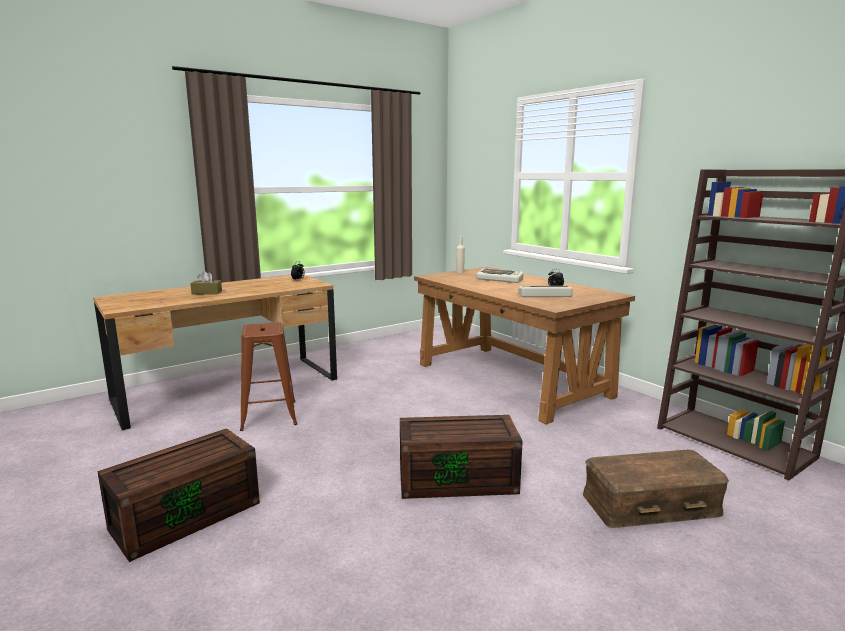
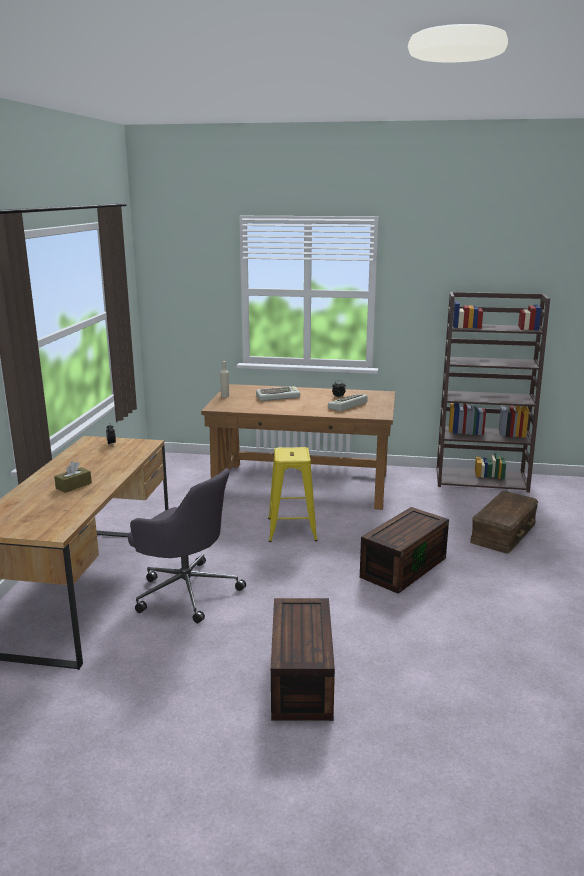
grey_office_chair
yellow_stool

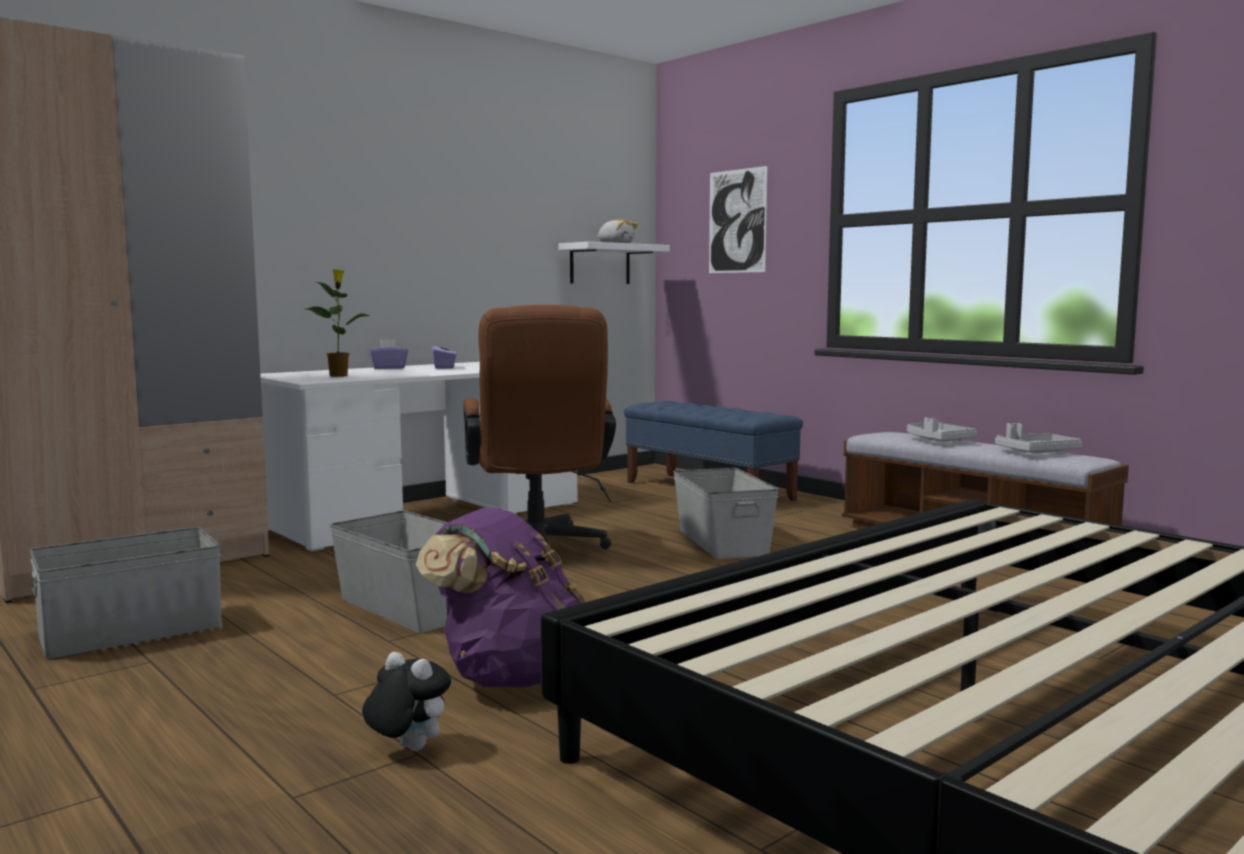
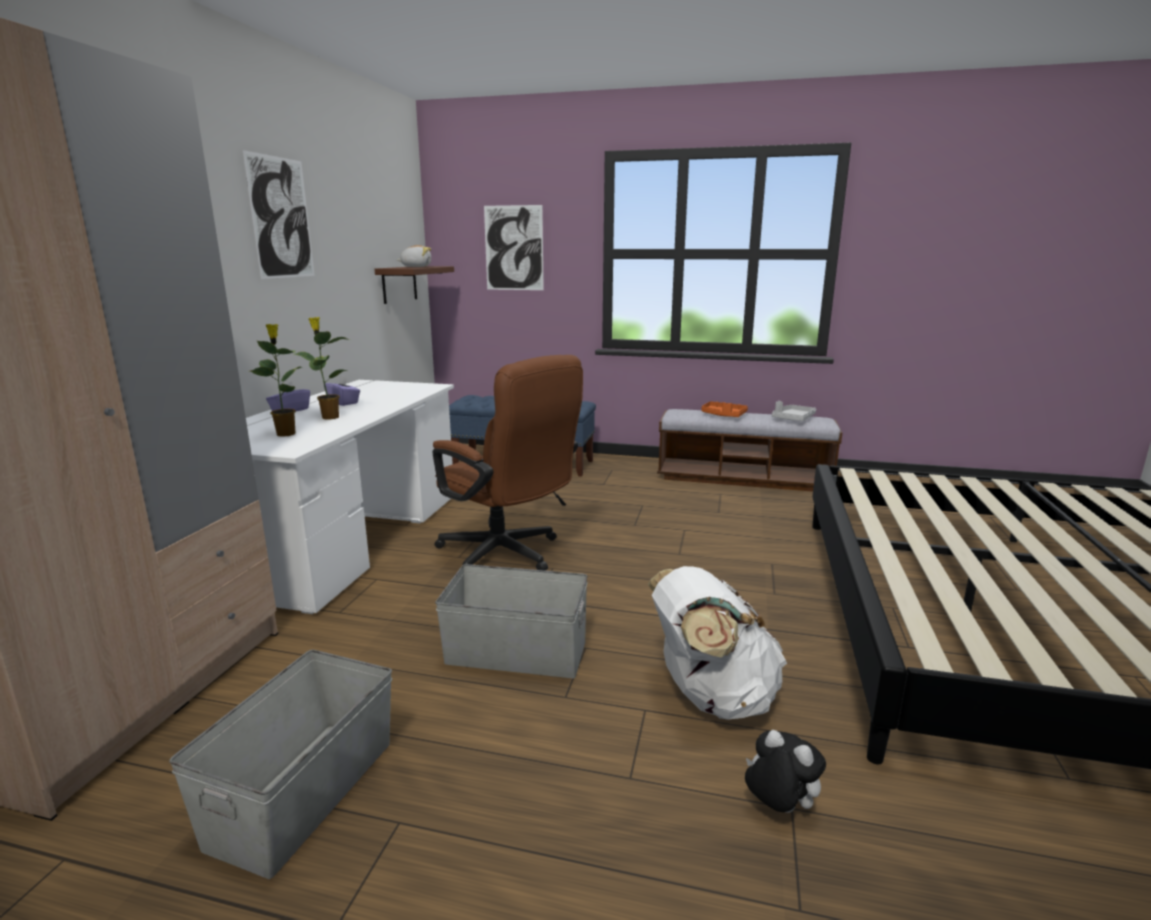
brown_shelf
orange_tray
grey_storage_box (3rd from left in the first image)
white_backpack
plush_toy (2nd from left)
picture (1st from left)
potted_plant (2nd from left)

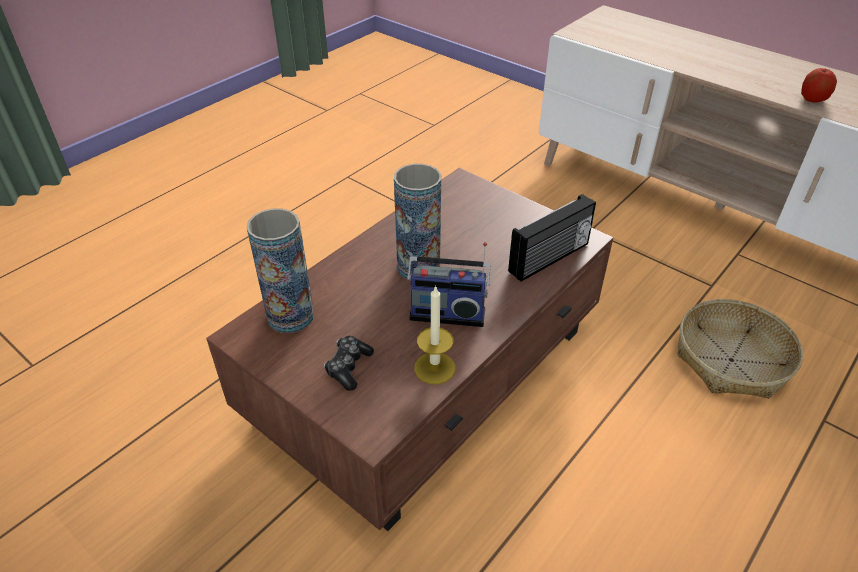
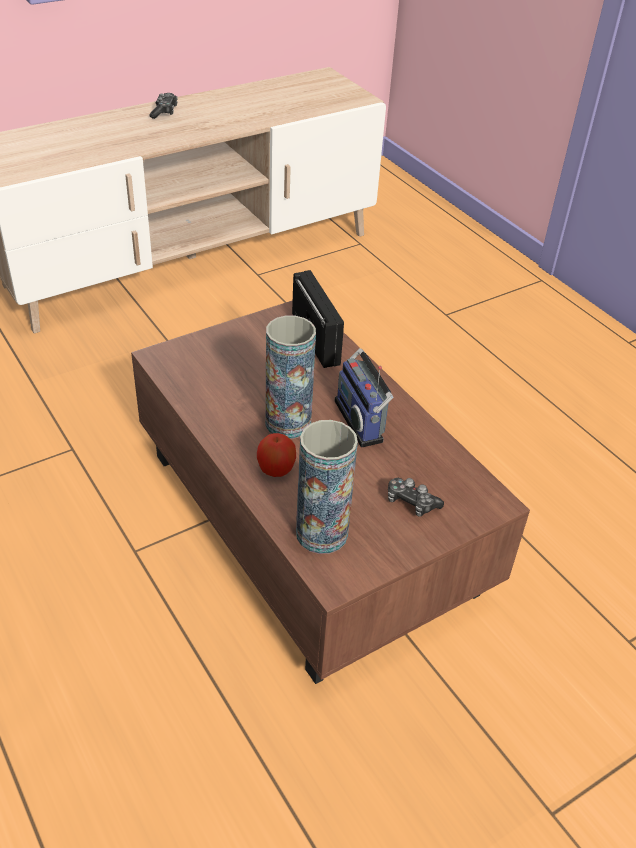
apple
radio (2nd from left)
candle
basket
game_controller (1st from left)

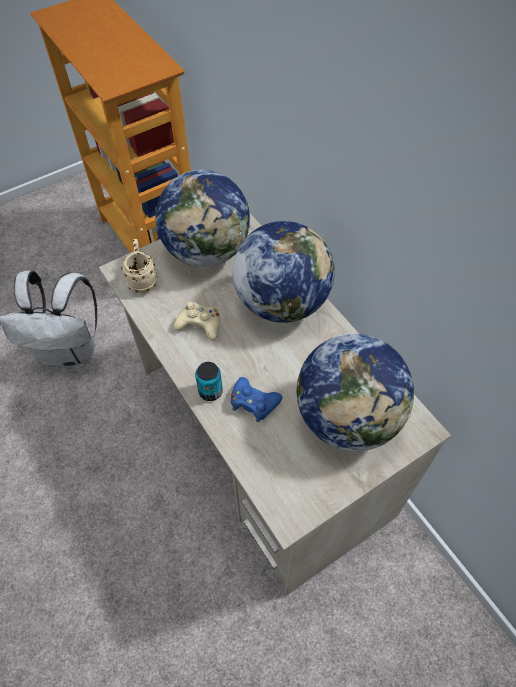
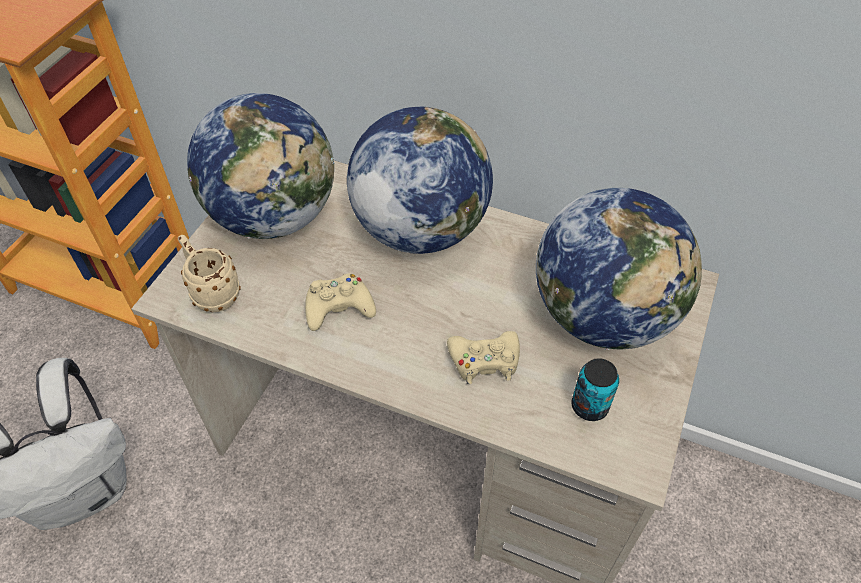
can
beige_game_controller (2nd from left)

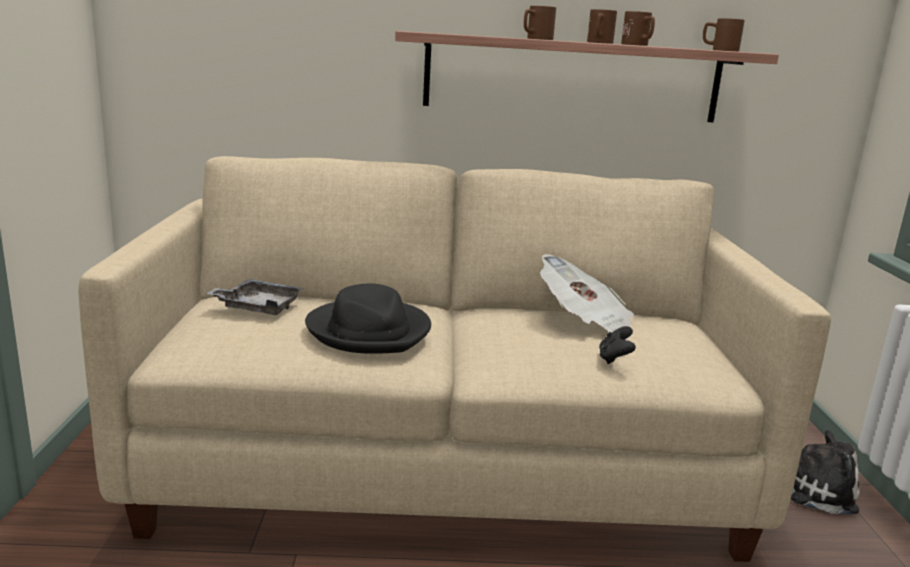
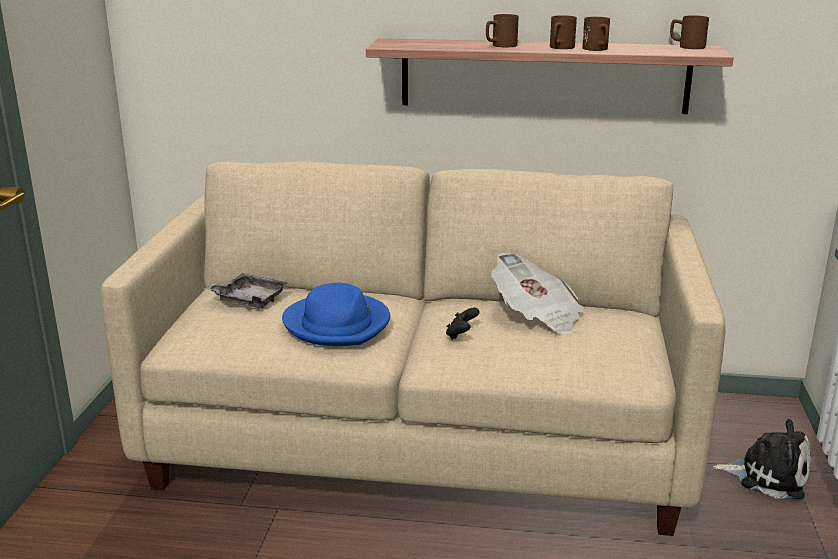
blue_hat
black_game_controller

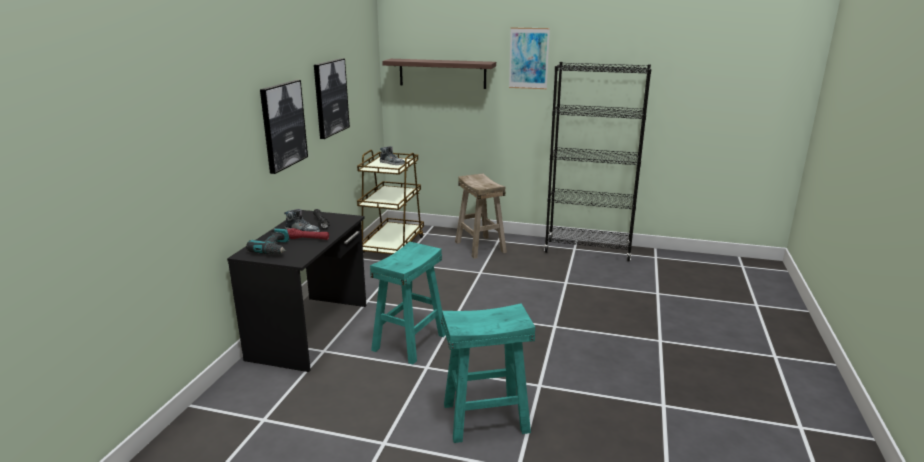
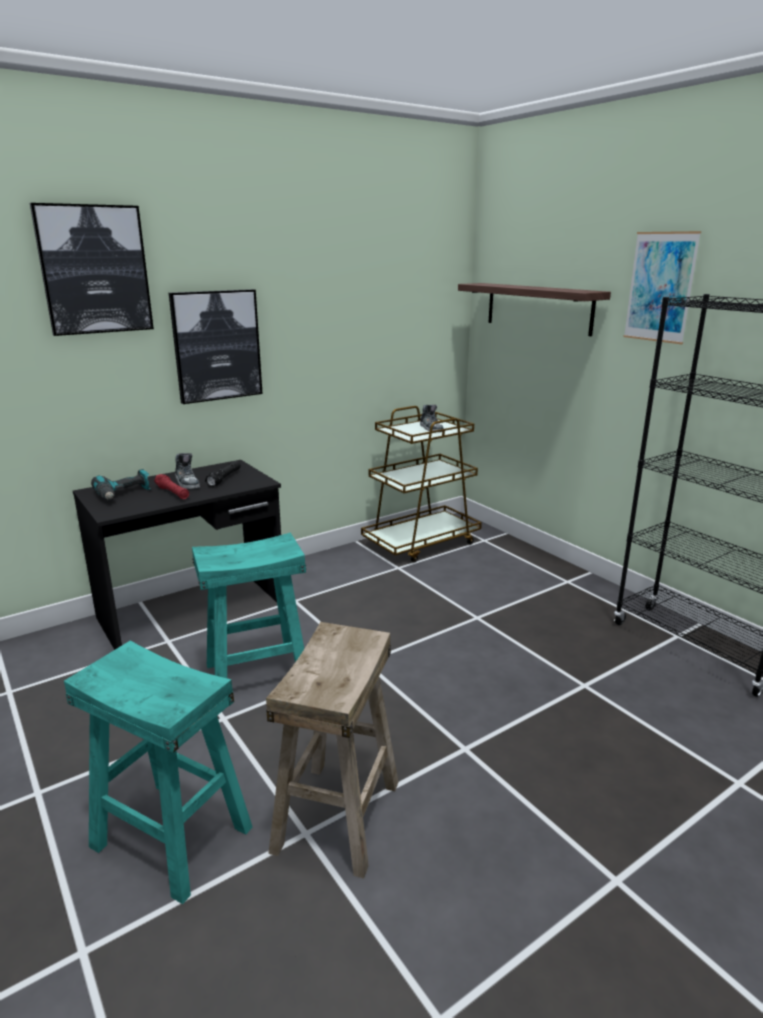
picture (1st from left)
beige_stool

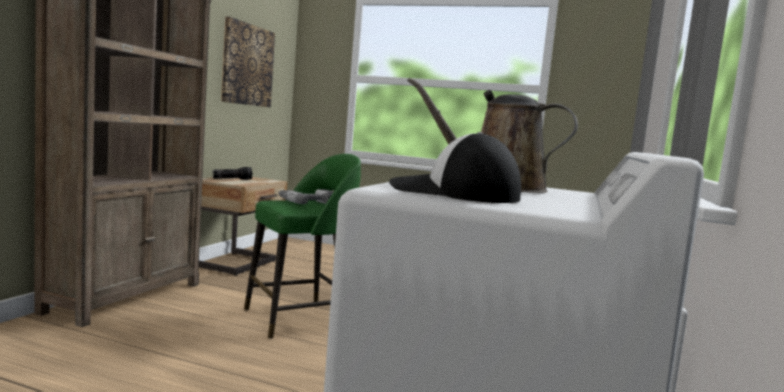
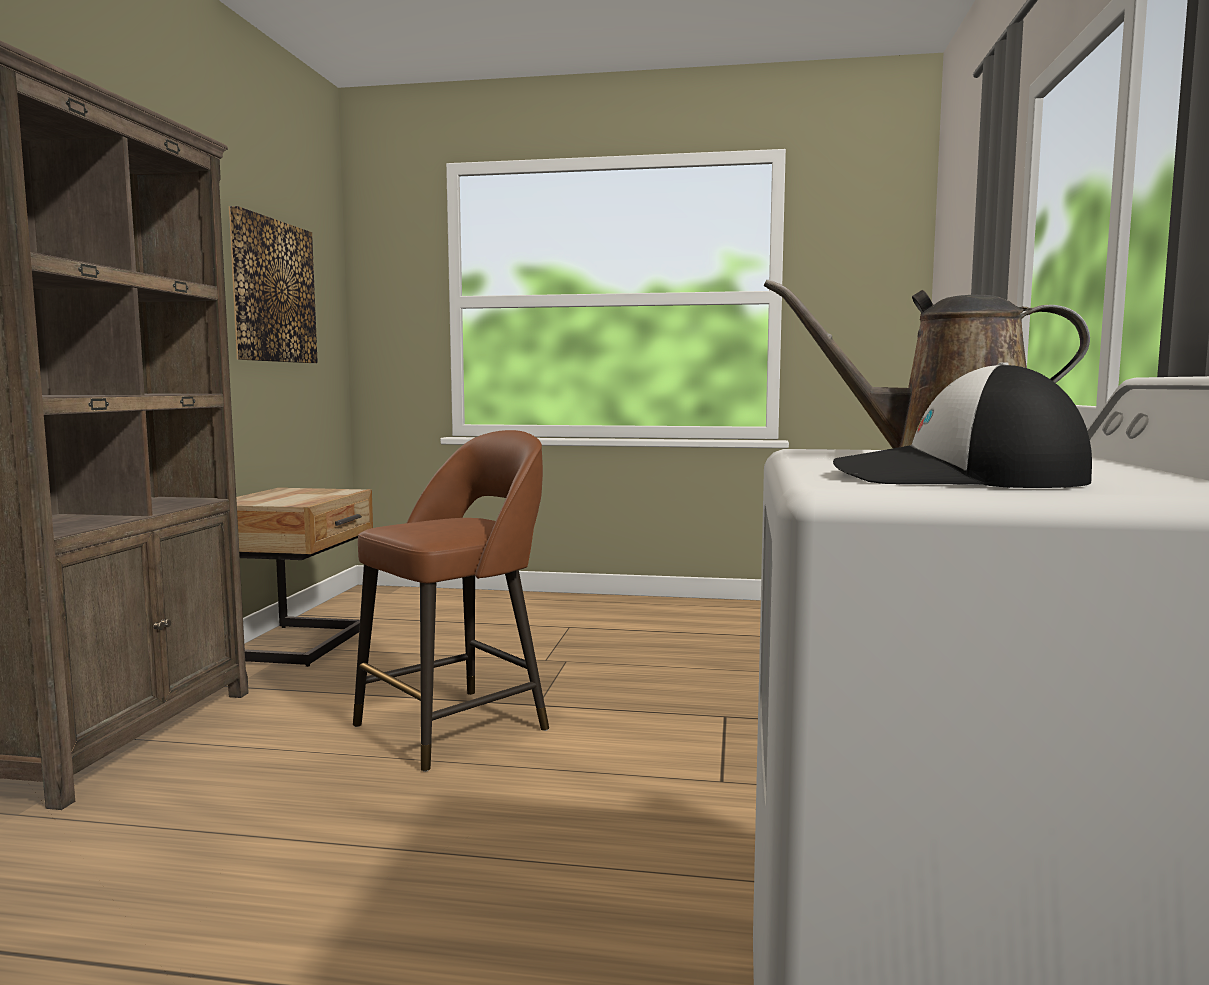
brown_stool
flashlight
power_drill

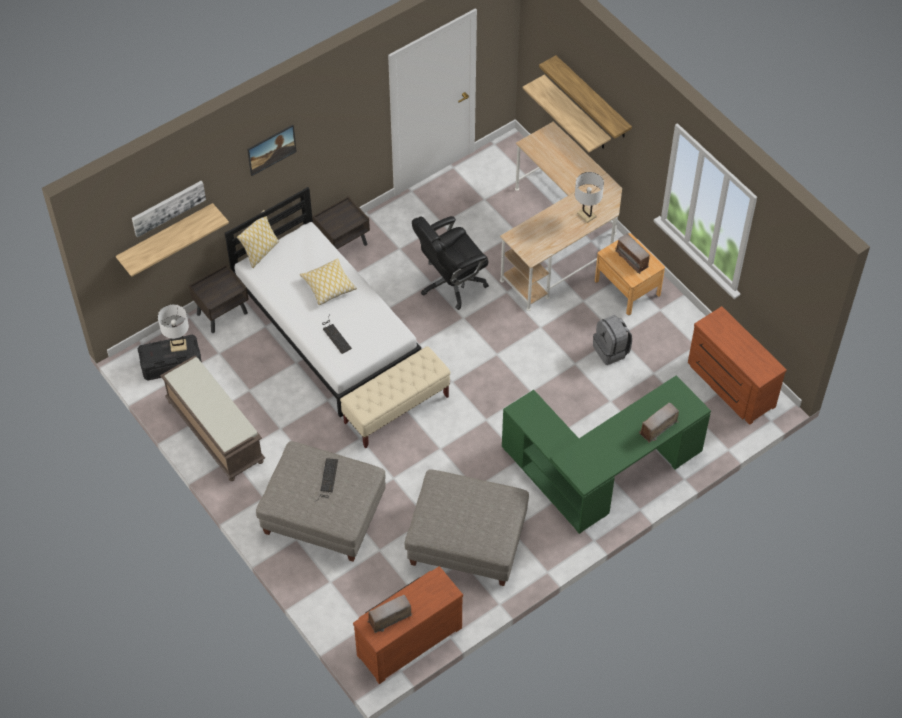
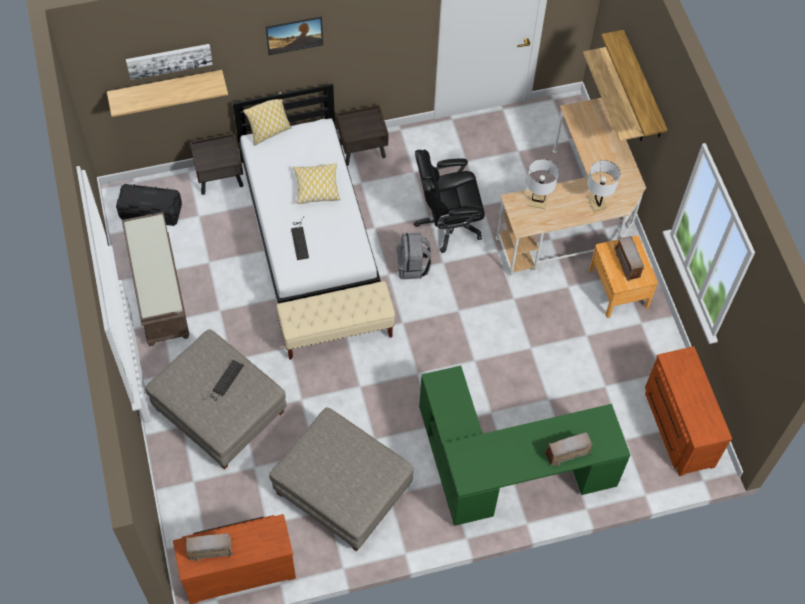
white_table_lamp (1st from left)
grey_backpack

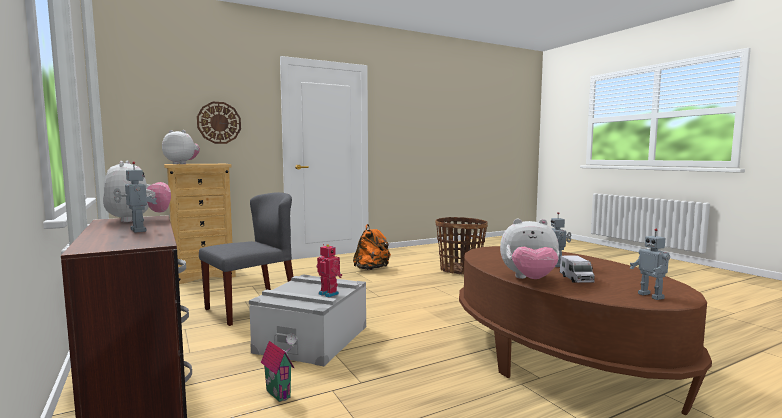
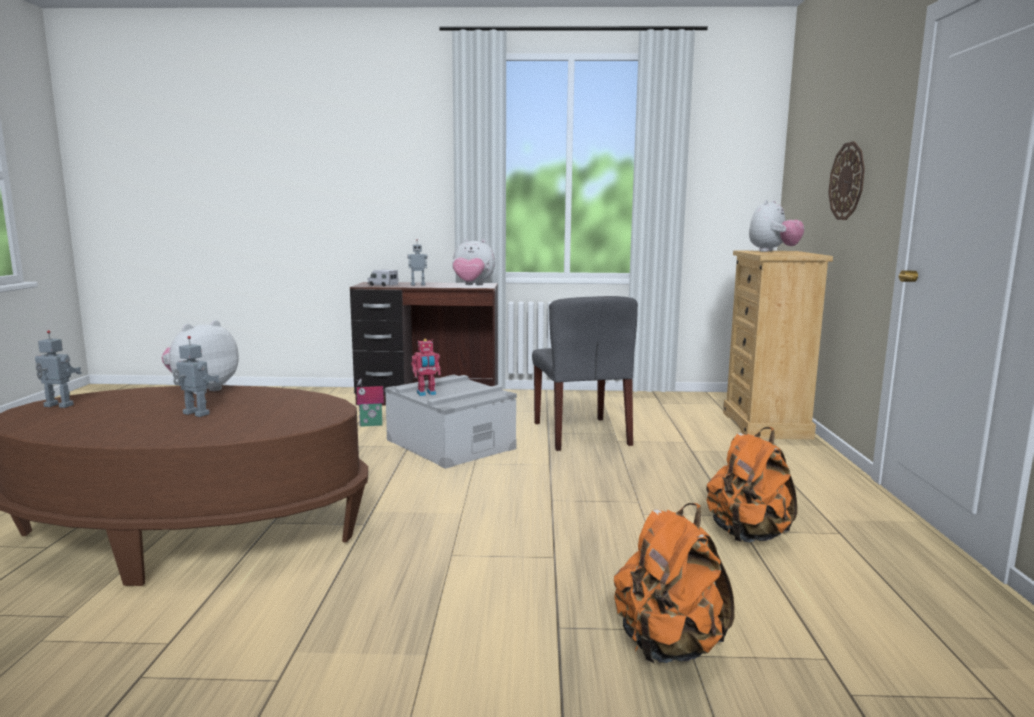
orange_backpack (1st from left)
toy_truck

